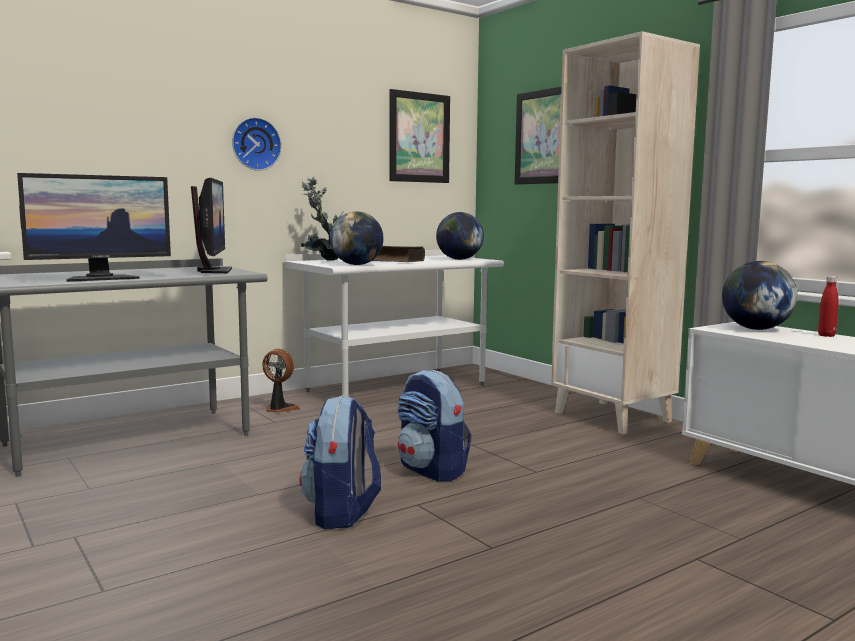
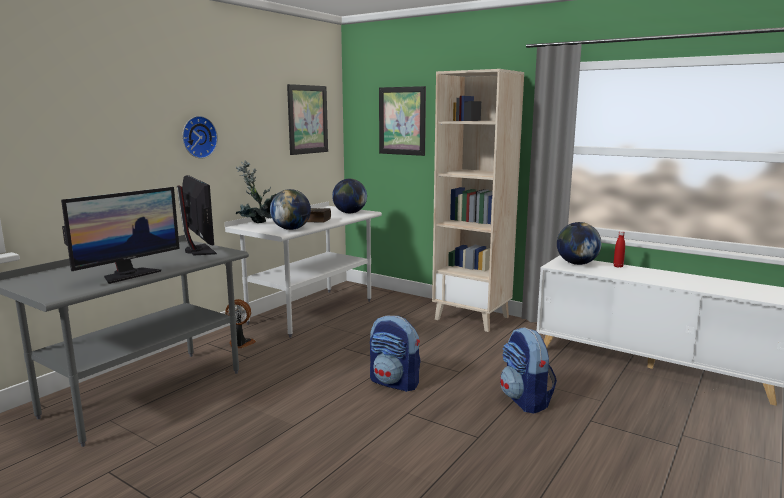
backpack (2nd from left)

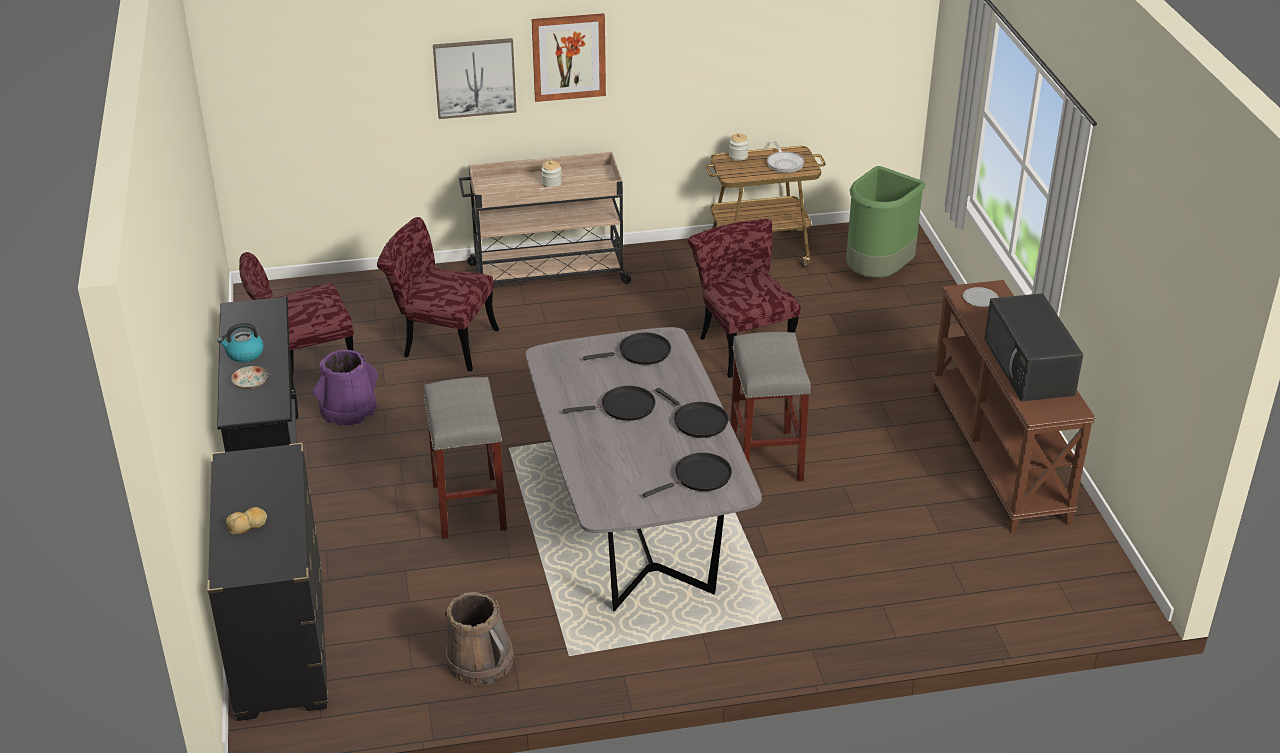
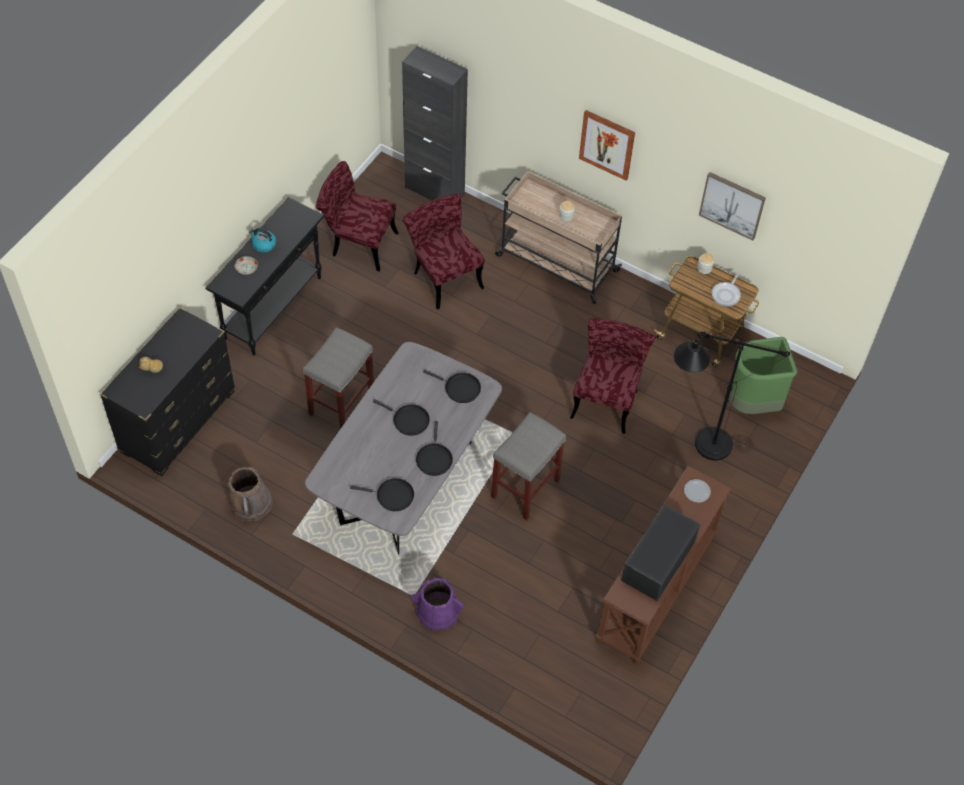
picture (2nd from left)
purple_bucket
black_cabinet
black_floor_lamp

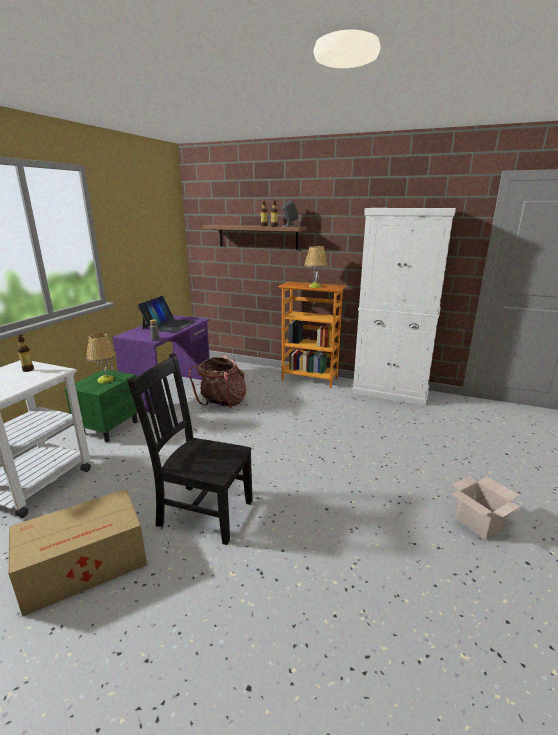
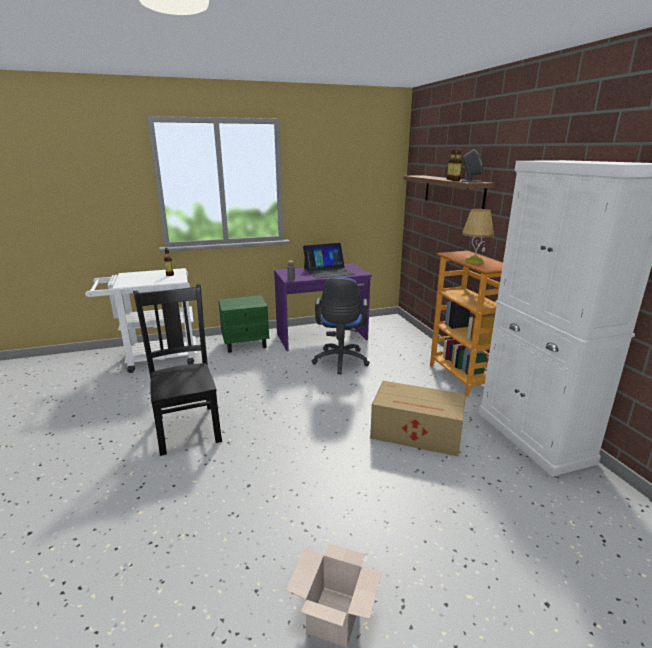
table_lamp (1st from left in the first image)
blue_office_chair
cardboard_box (2nd from left)

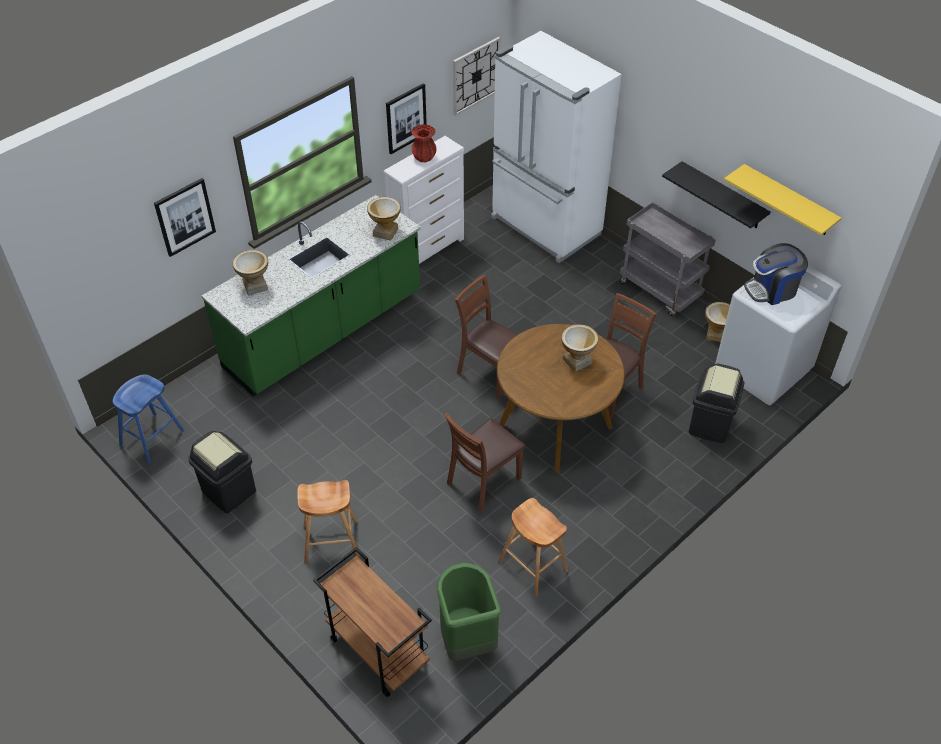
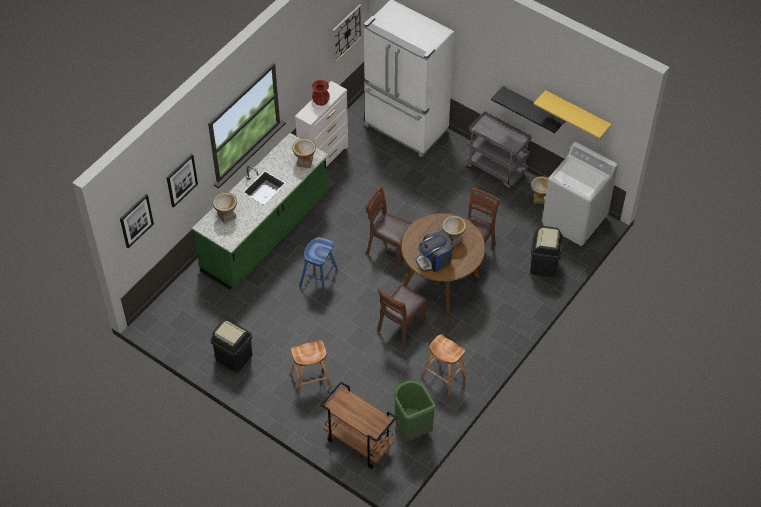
picture (1st from left)
coffee_machine
blue_stool

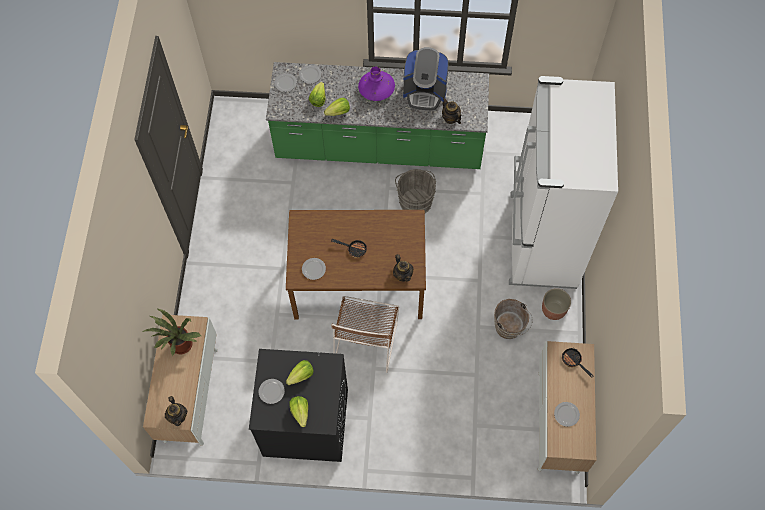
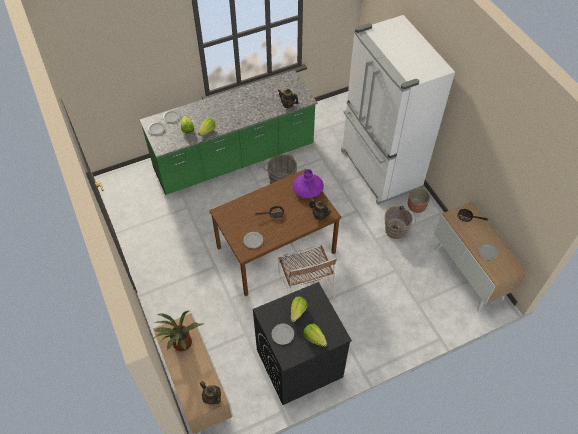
coffee_machine
purple_vase

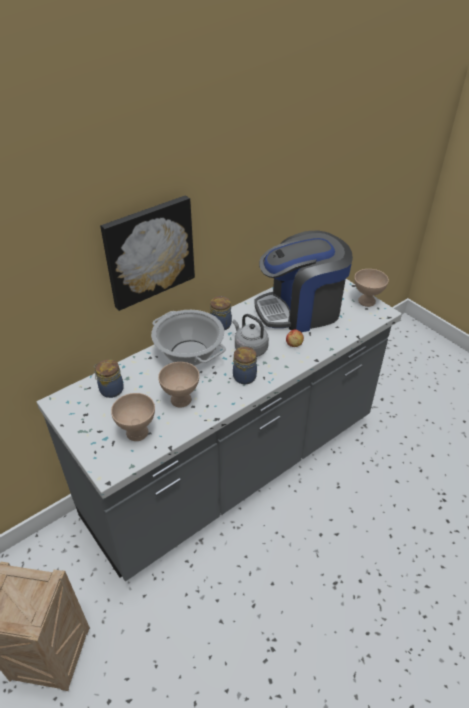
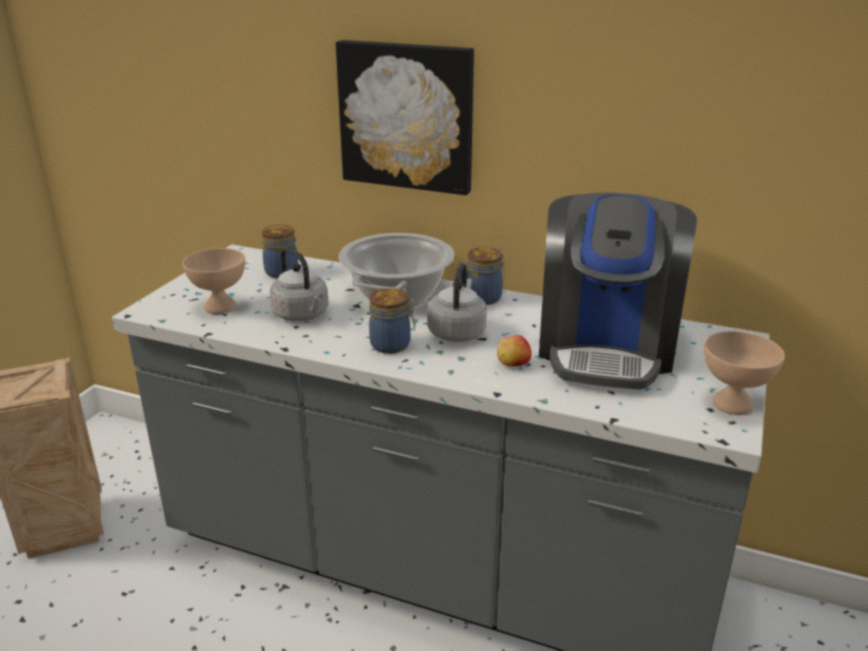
coffee_machine
grey_kettle (1st from left)

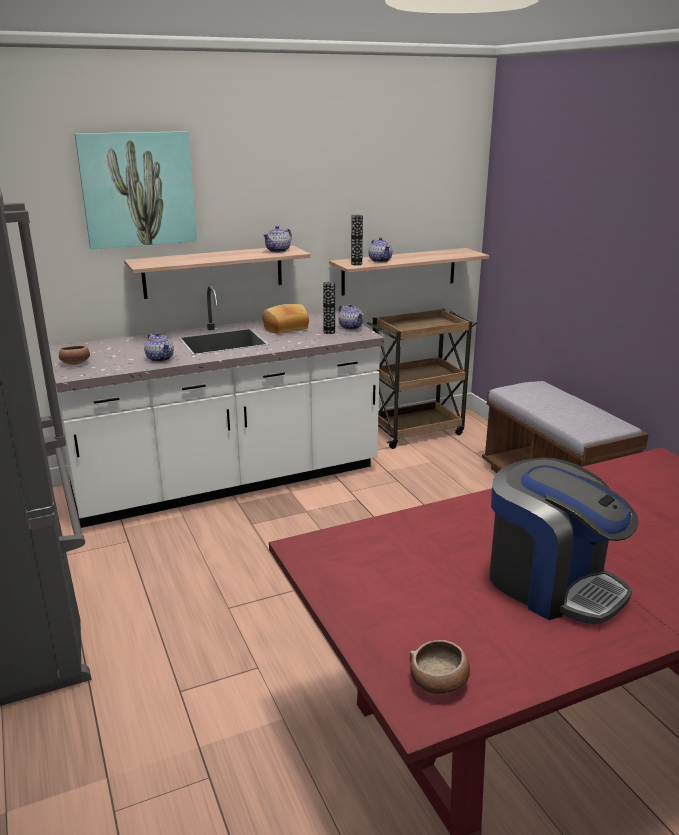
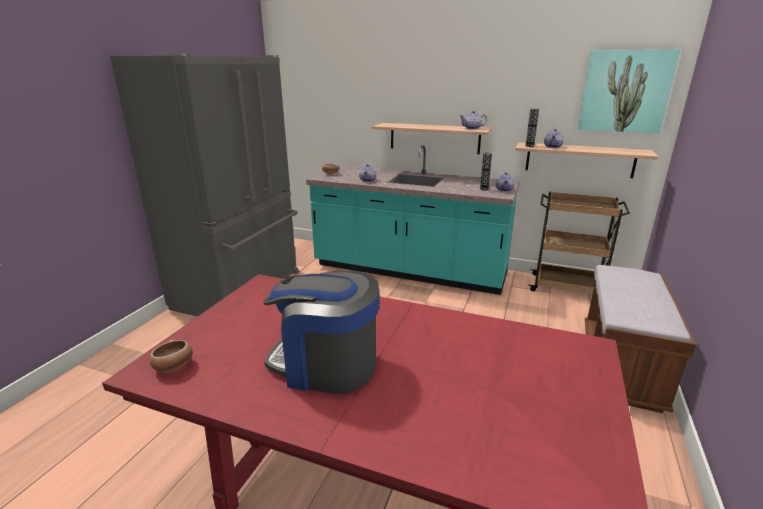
picture
turquoise_counter
bread
coffee_machine

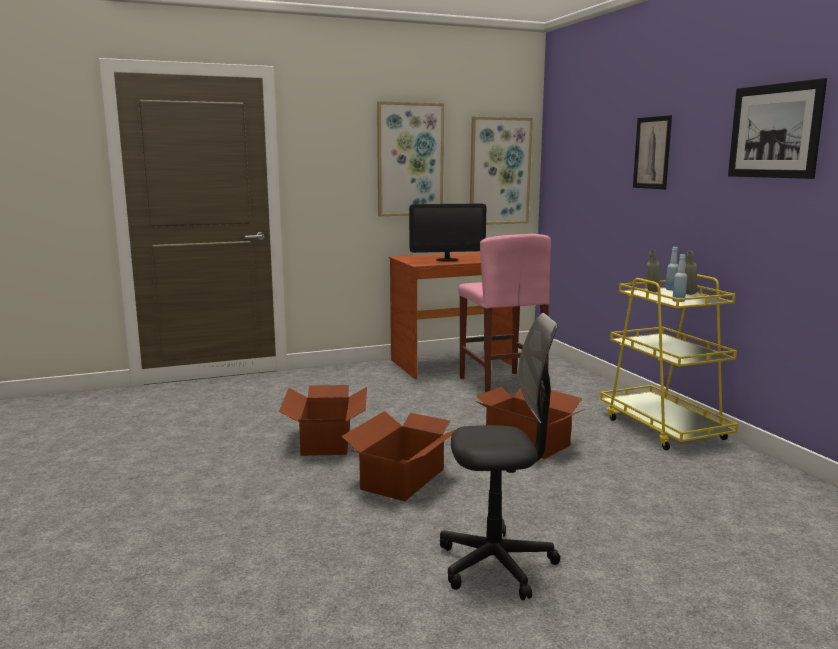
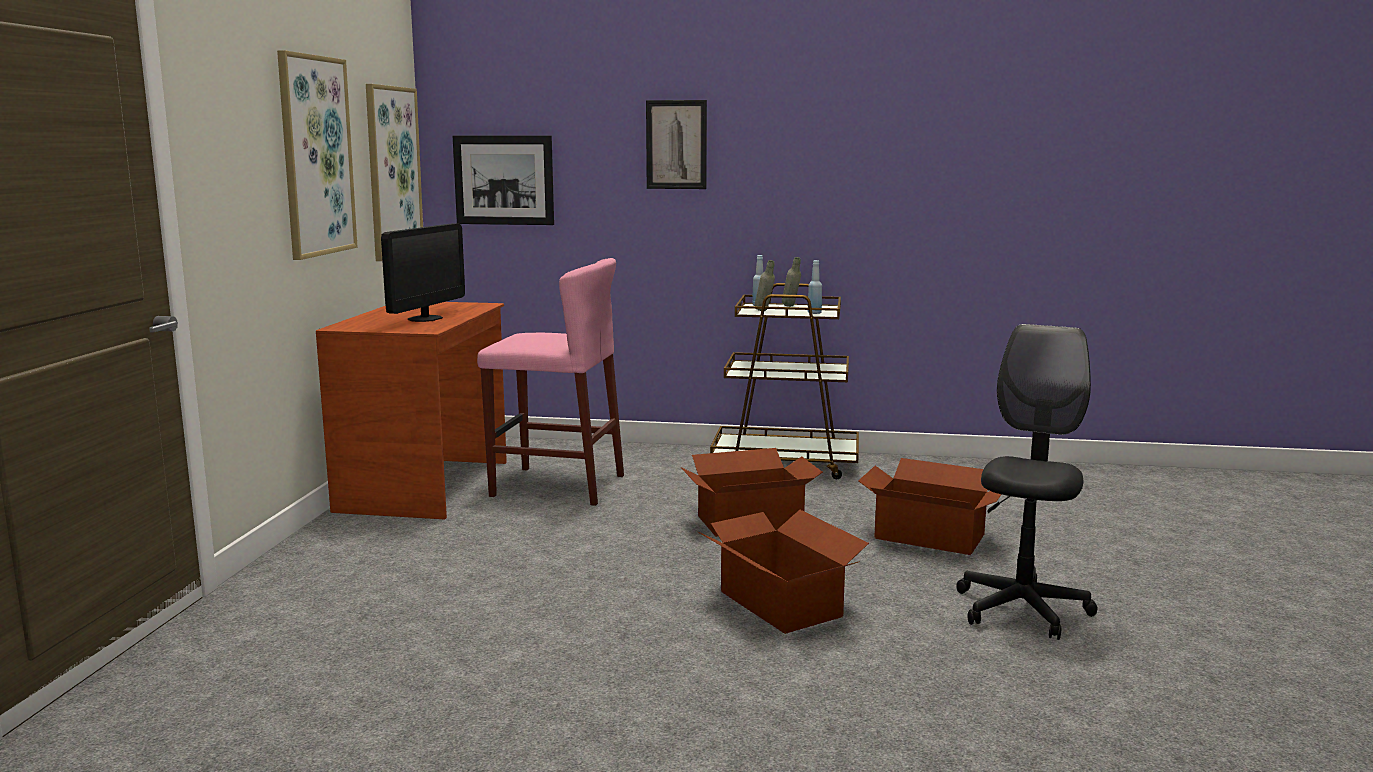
picture (3rd from left)
brown_cart
cardboard_box (3rd from left)

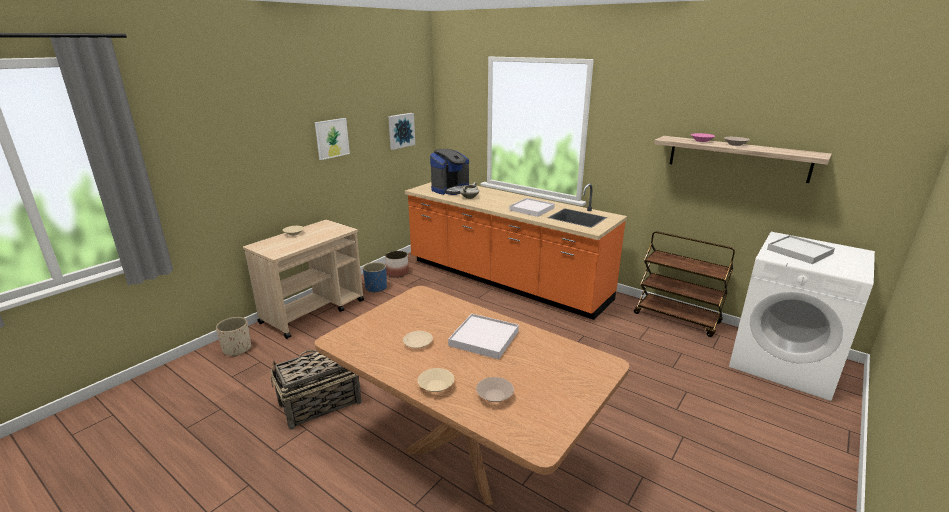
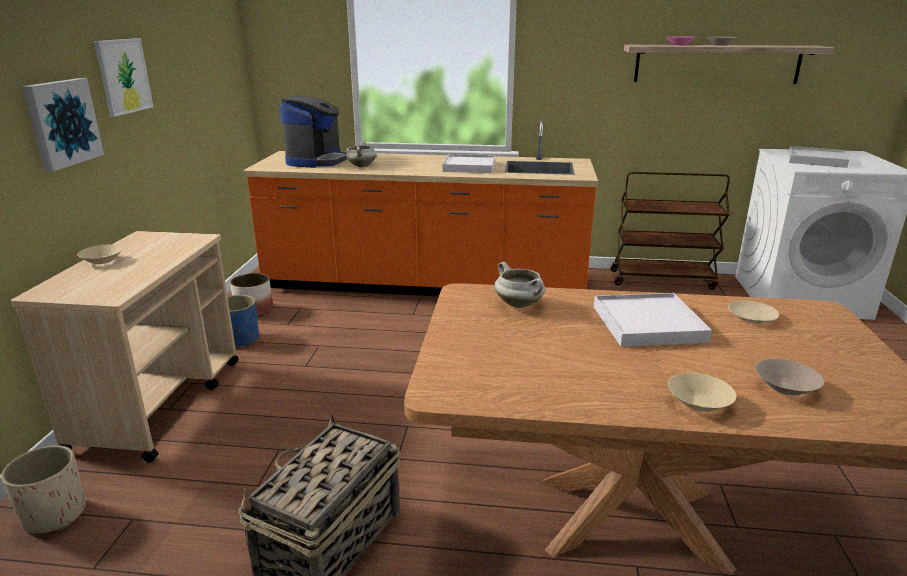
picture (1st from left)
beige_plate
white_cooking_pot (2nd from left)

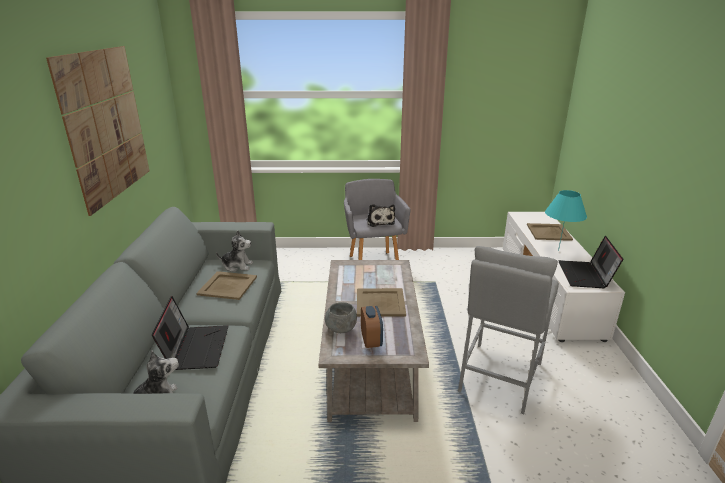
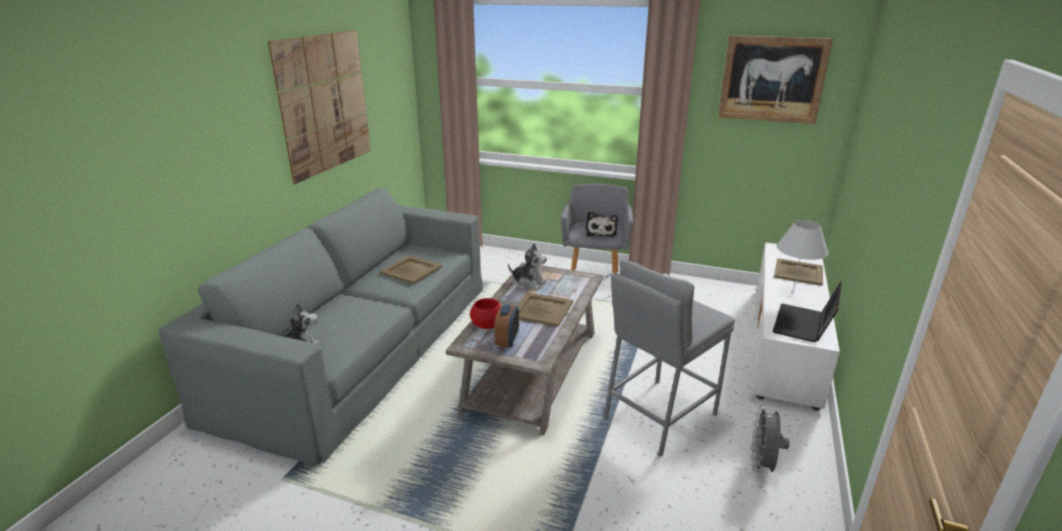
white_table_lamp
plush_toy (2nd from left)
laptop (1st from left in the first image)
red_bowl
picture (2nd from left)
grey_fan

